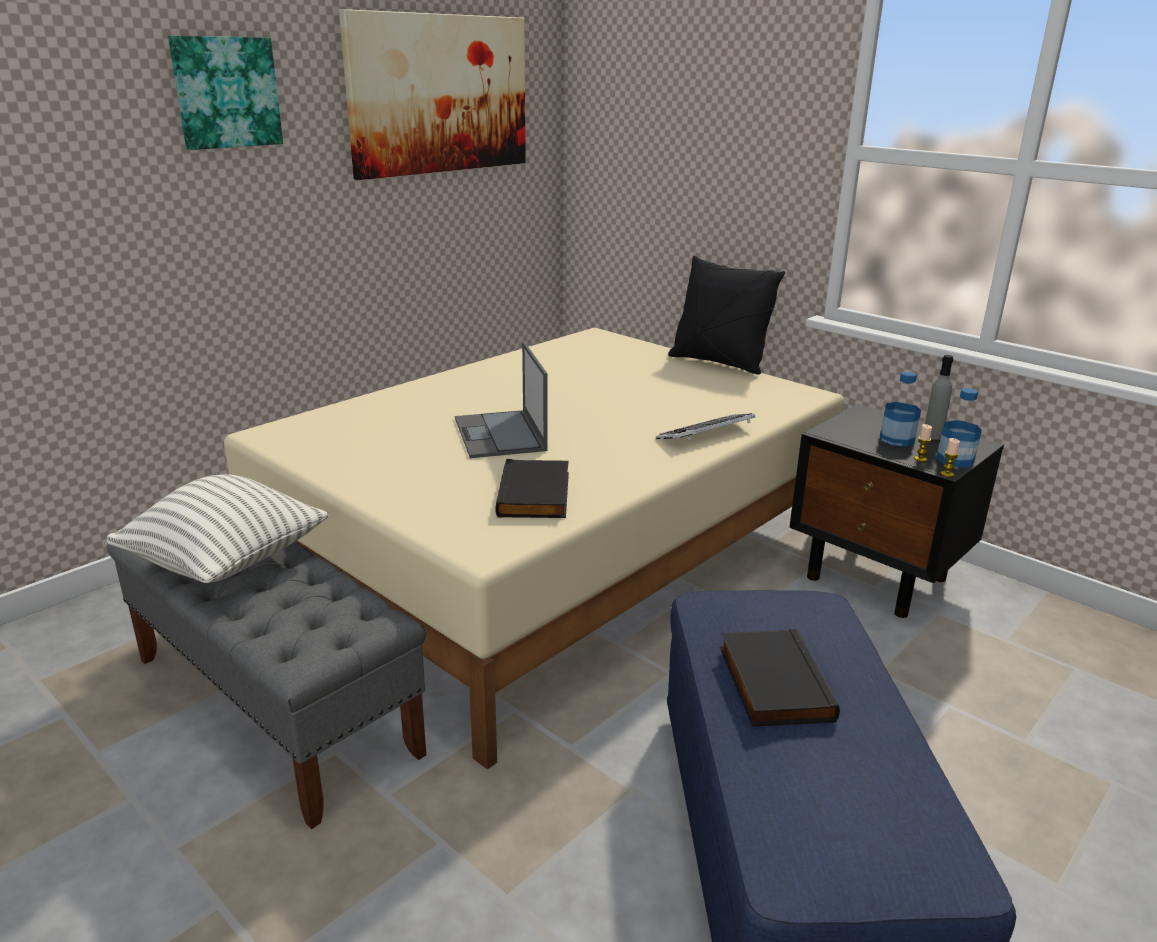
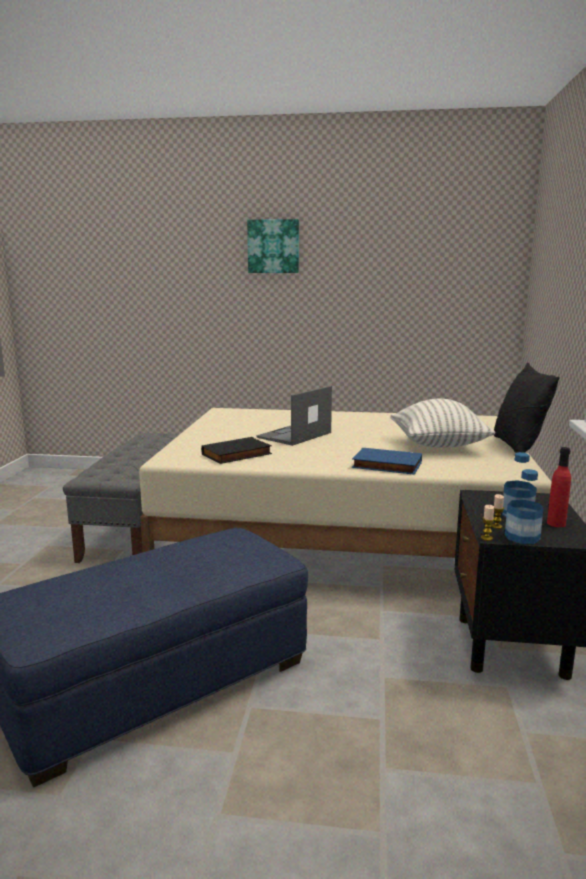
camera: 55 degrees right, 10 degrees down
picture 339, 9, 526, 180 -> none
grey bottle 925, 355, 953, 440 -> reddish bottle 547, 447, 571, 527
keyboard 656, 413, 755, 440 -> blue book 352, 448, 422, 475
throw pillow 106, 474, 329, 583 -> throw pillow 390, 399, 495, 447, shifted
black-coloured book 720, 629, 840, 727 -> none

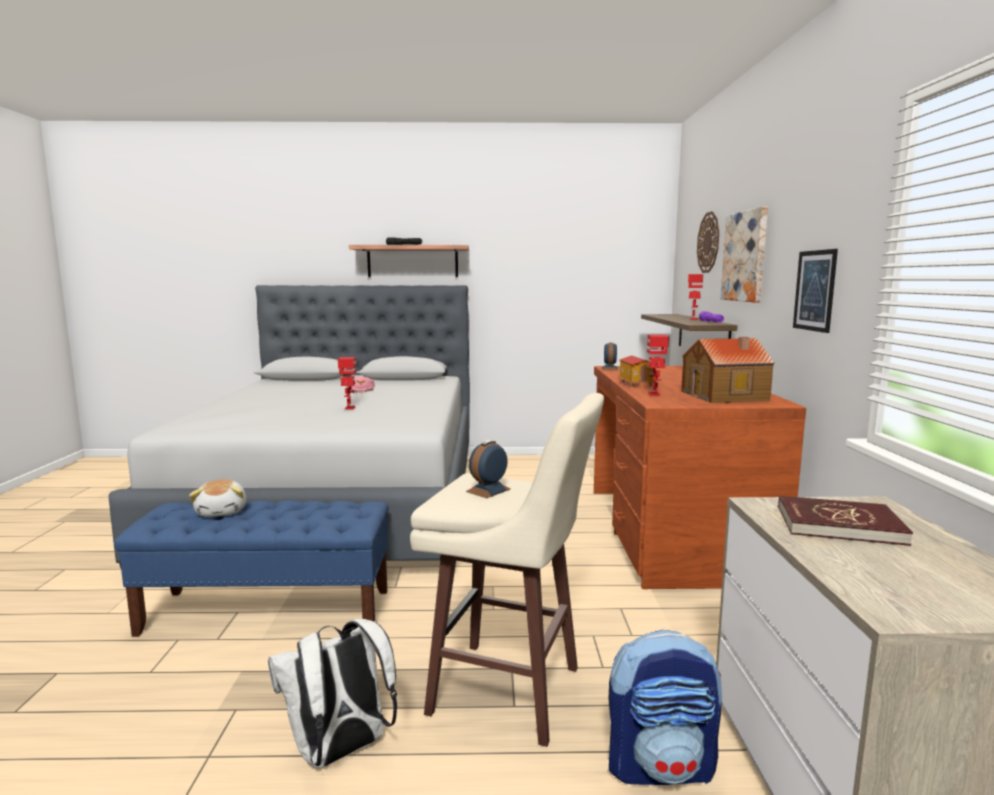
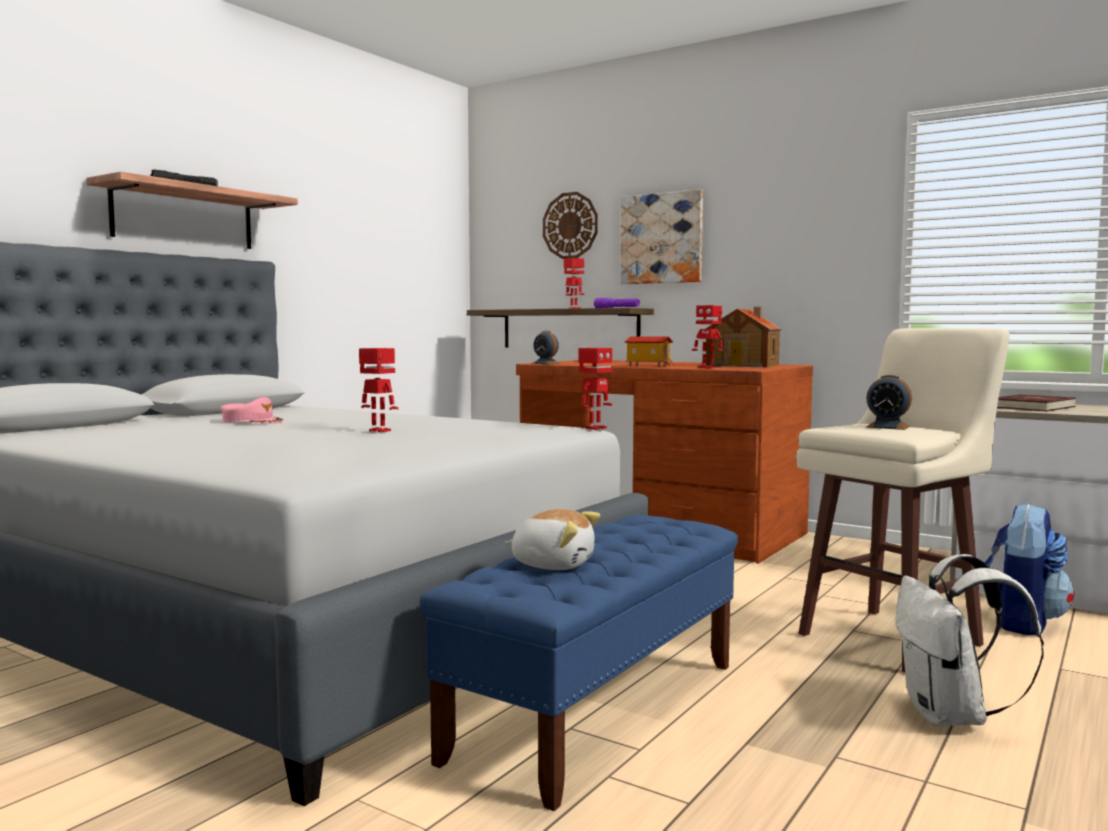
camera: 55 degrees left, 5 degrees down
picture 793, 249, 838, 333 -> none
bedside clock 466, 440, 510, 498 -> bedside clock 866, 375, 912, 430, 45 degrees counterclockwise
none -> model robot 579, 348, 612, 430

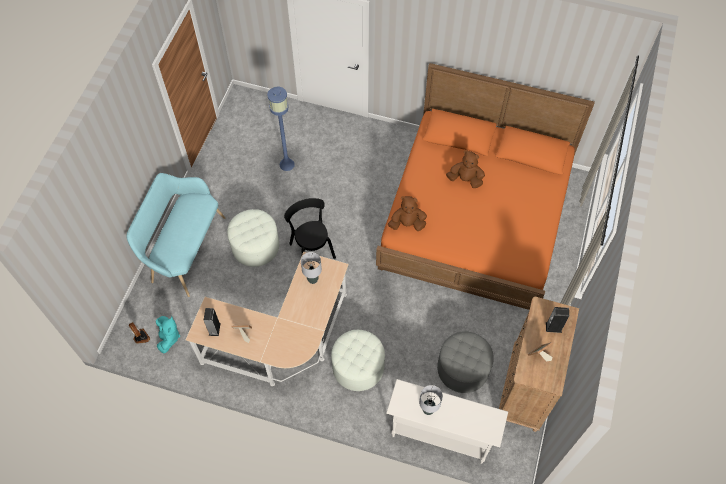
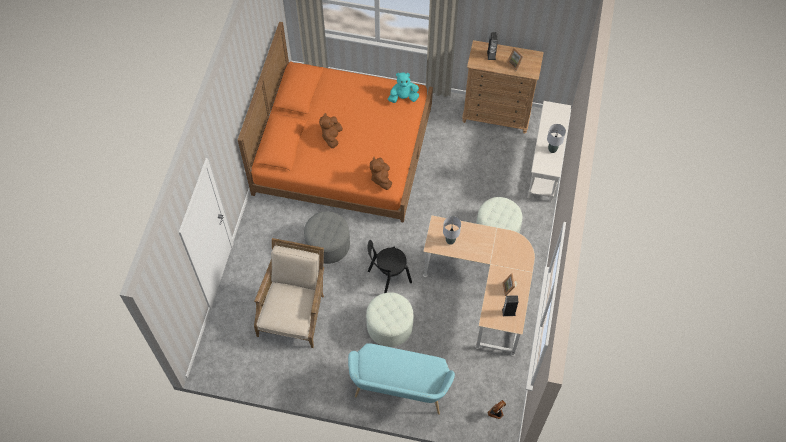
camera: 95 degrees left, 0 degrees up
blue floor lamp 267, 86, 295, 171 -> sand-coloured easy chair 254, 238, 324, 348
turquoise-coloured soft toy 156, 316, 180, 353 -> turquoise-coloured soft toy 388, 72, 419, 103, shifted
grey pouffe 437, 331, 494, 393 -> grey pouffe 304, 211, 350, 264, shifted

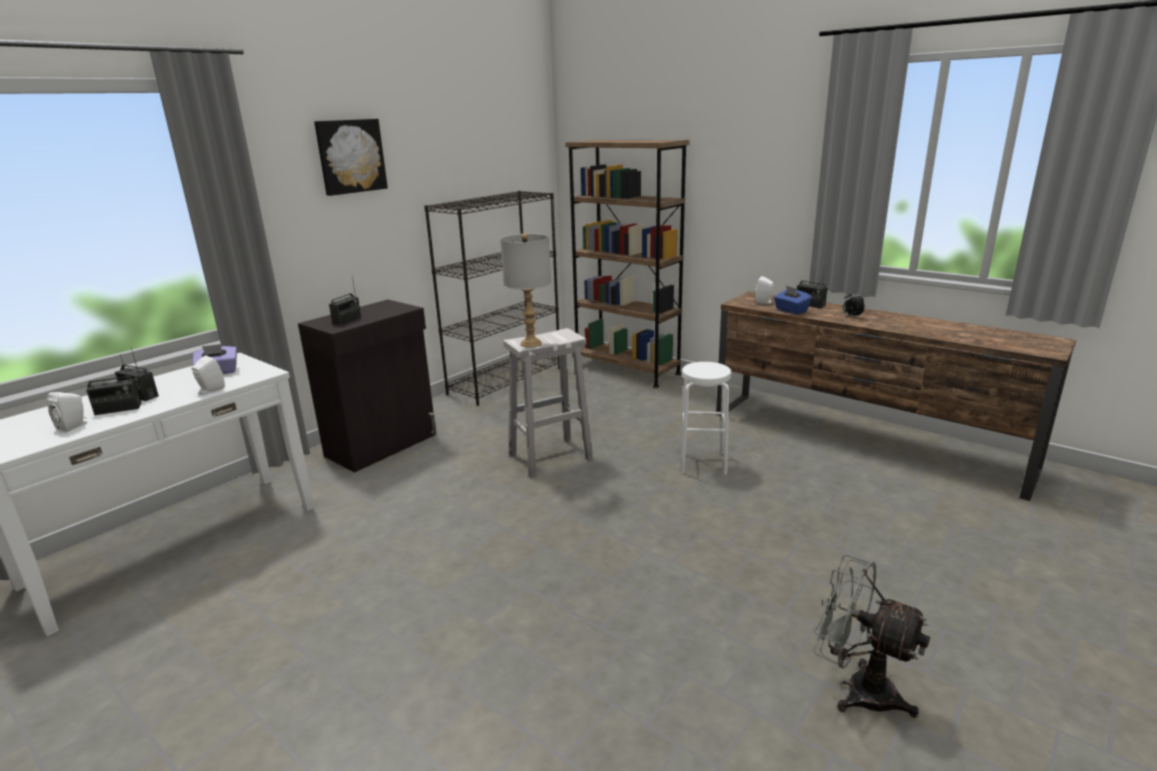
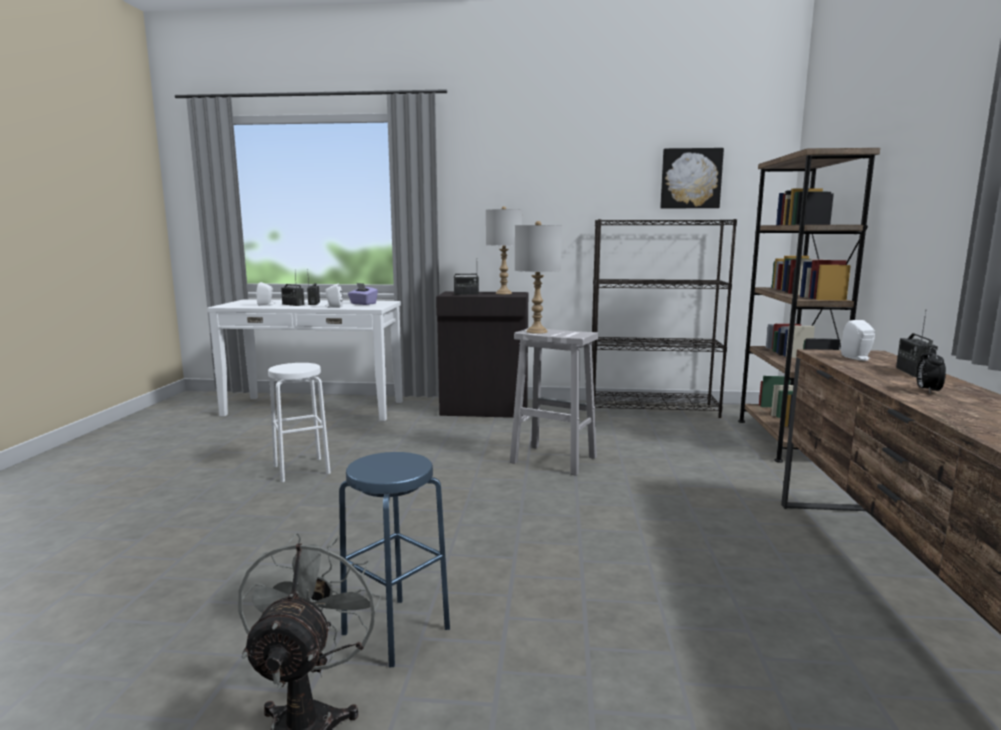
camera: 55 degrees right, 10 degrees down
picture 314, 119, 388, 196 -> picture 660, 148, 724, 208, shifted
blue tissue box 774, 286, 812, 314 -> none
whitish stool seat 679, 362, 731, 475 -> whitish stool seat 268, 363, 331, 482, shifted
none -> grey table lamp 486, 206, 522, 294
none -> blue stool seat 339, 452, 450, 667

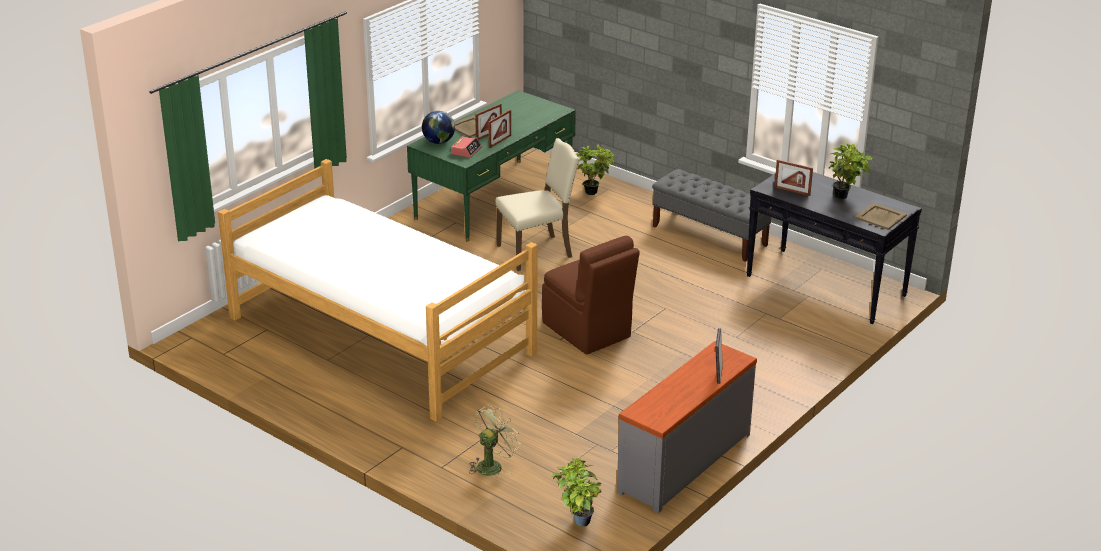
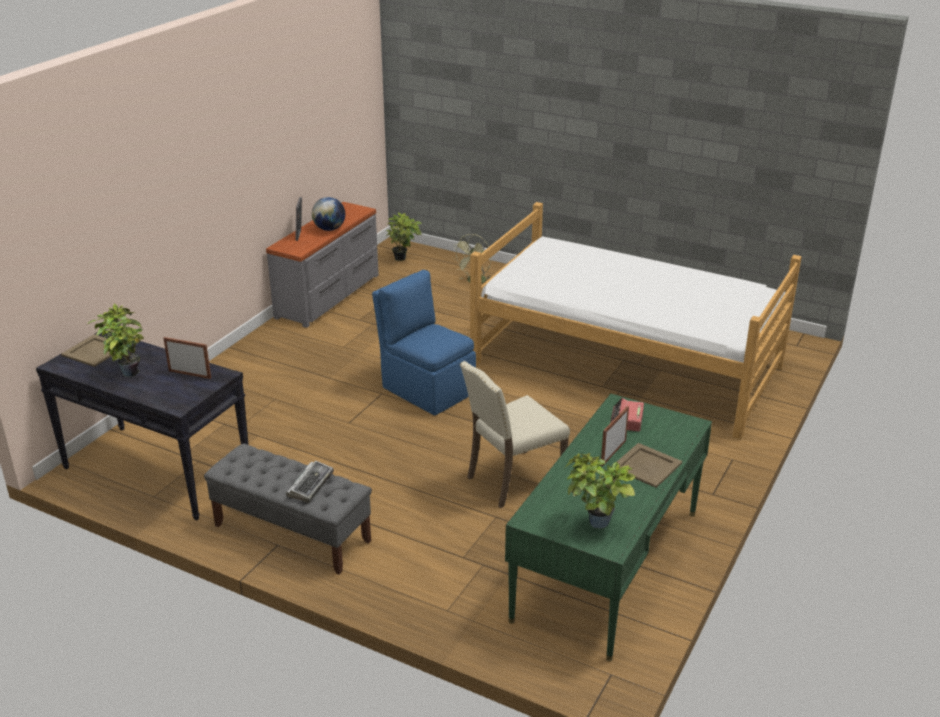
camera: 170 degrees right, 0 degrees up
picture frame 488, 110, 511, 148 -> none
globe 422, 111, 455, 144 -> globe 312, 197, 345, 231, shifted
houseplant 576, 144, 615, 195 -> houseplant 564, 453, 635, 529, shifted
brown-coloured upright chair 542, 236, 640, 355 -> blue upright chair 372, 270, 476, 415
none -> keyboard 286, 461, 334, 503

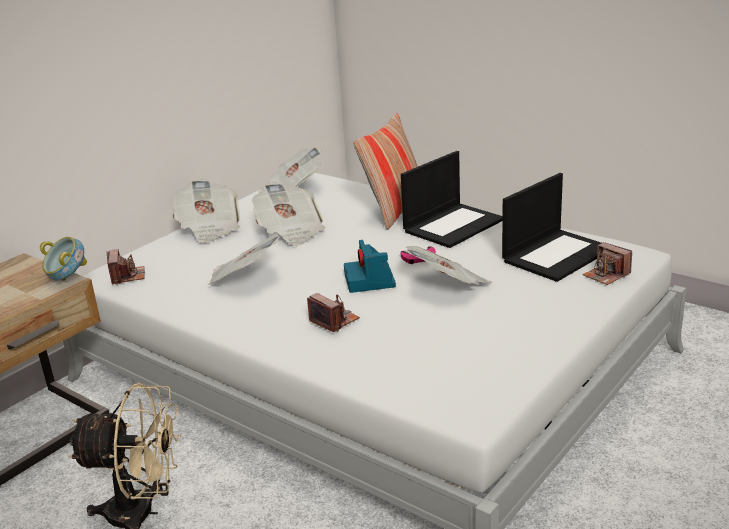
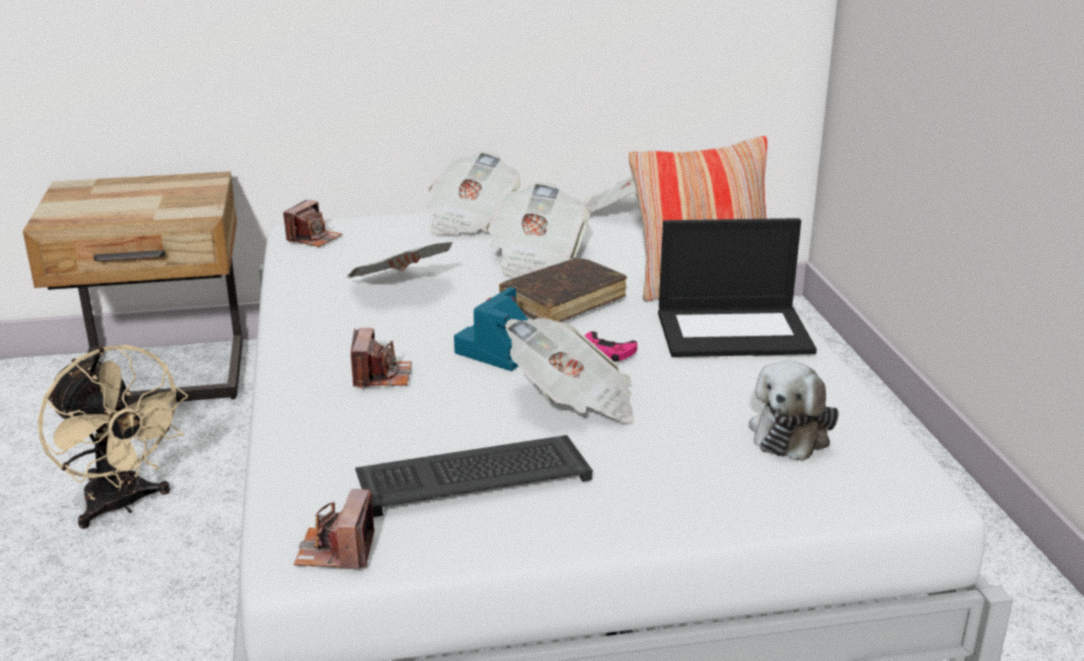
camera: 40 degrees right, 0 degrees up
laptop 502, 173, 601, 282 -> soft toy 748, 361, 839, 461
serving bowl 40, 237, 87, 281 -> none
photo camera 582, 242, 632, 285 -> photo camera 294, 489, 374, 569, shifted
none -> brown-coloured book 499, 258, 627, 322
none -> keyboard 355, 435, 593, 517

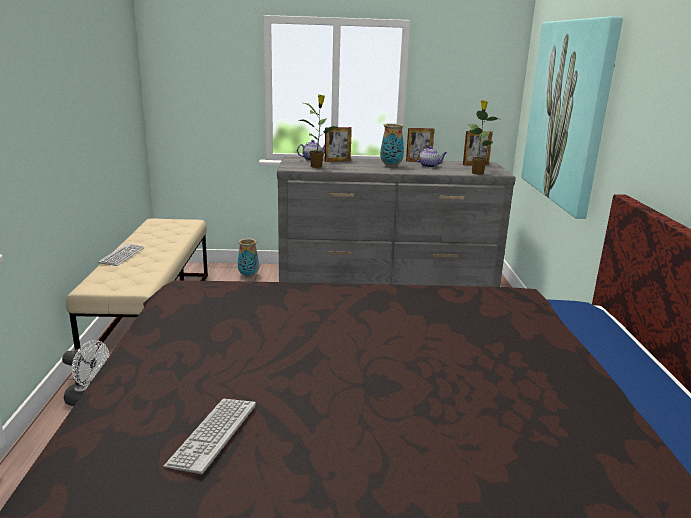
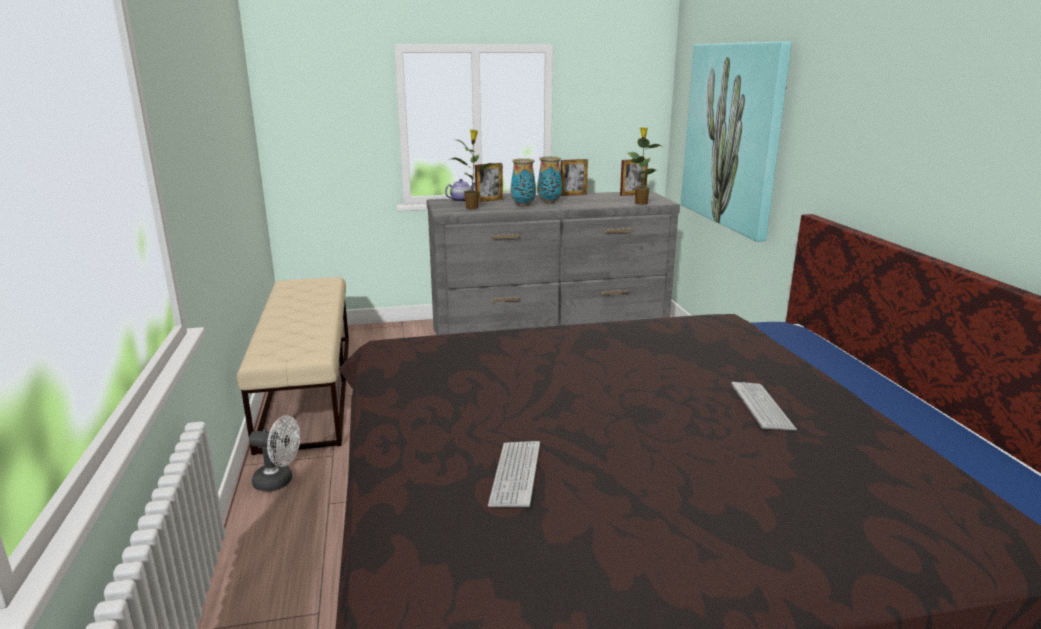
camera: 10 degrees left, 0 degrees up
pot for tea 413, 146, 447, 168 -> none
decorative vase 238, 238, 259, 278 -> decorative vase 510, 158, 536, 206, shifted
keyboard 98, 244, 144, 266 -> keyboard 731, 382, 797, 430, shifted

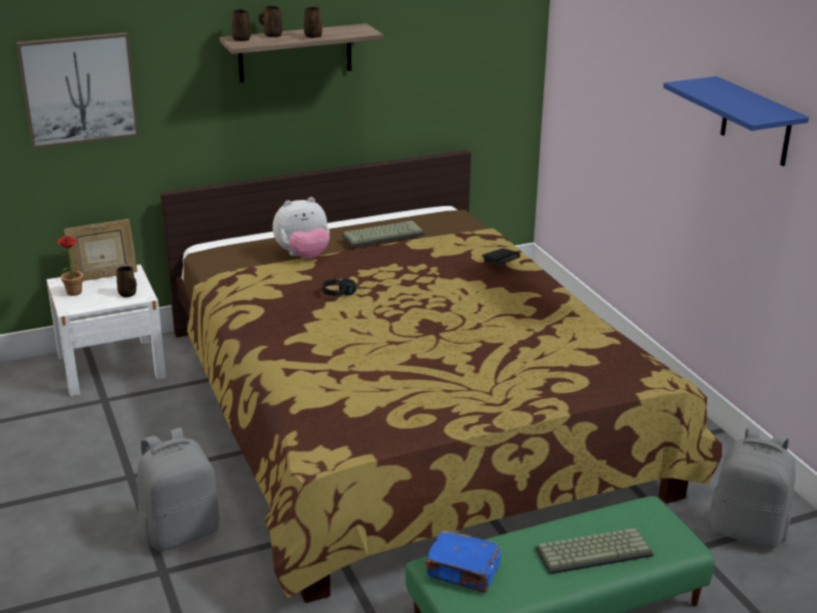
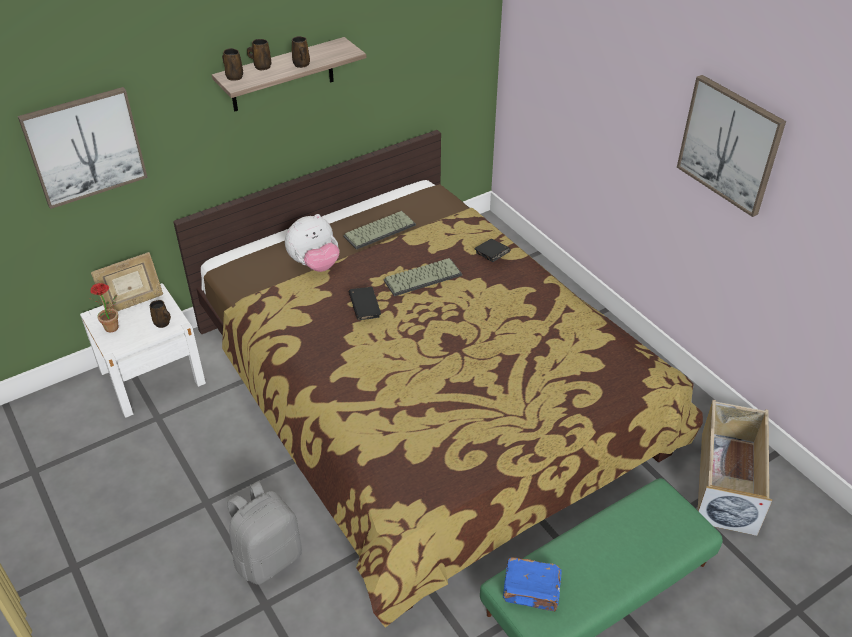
camera: 10 degrees left, 15 degrees up
blue shelf 663, 76, 809, 166 -> picture 677, 75, 786, 217
black-coloured headset 322, 278, 365, 296 -> black-coloured book 349, 287, 381, 320
grey rucksack 709, 427, 796, 549 -> sand-coloured storage container 698, 400, 772, 536
keyboard 536, 528, 654, 575 -> keyboard 383, 258, 462, 296, shifted

